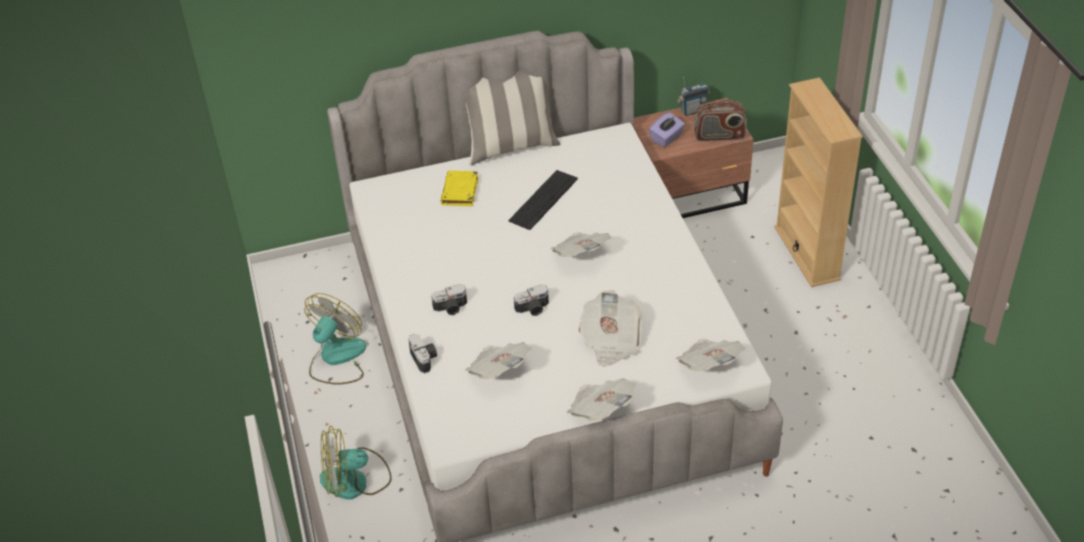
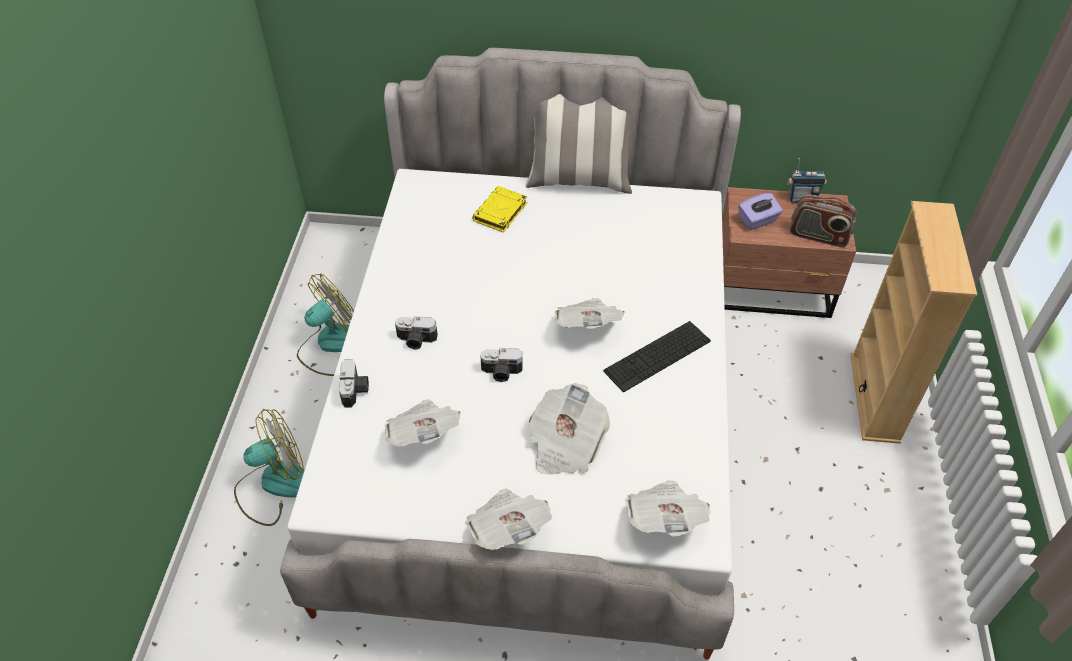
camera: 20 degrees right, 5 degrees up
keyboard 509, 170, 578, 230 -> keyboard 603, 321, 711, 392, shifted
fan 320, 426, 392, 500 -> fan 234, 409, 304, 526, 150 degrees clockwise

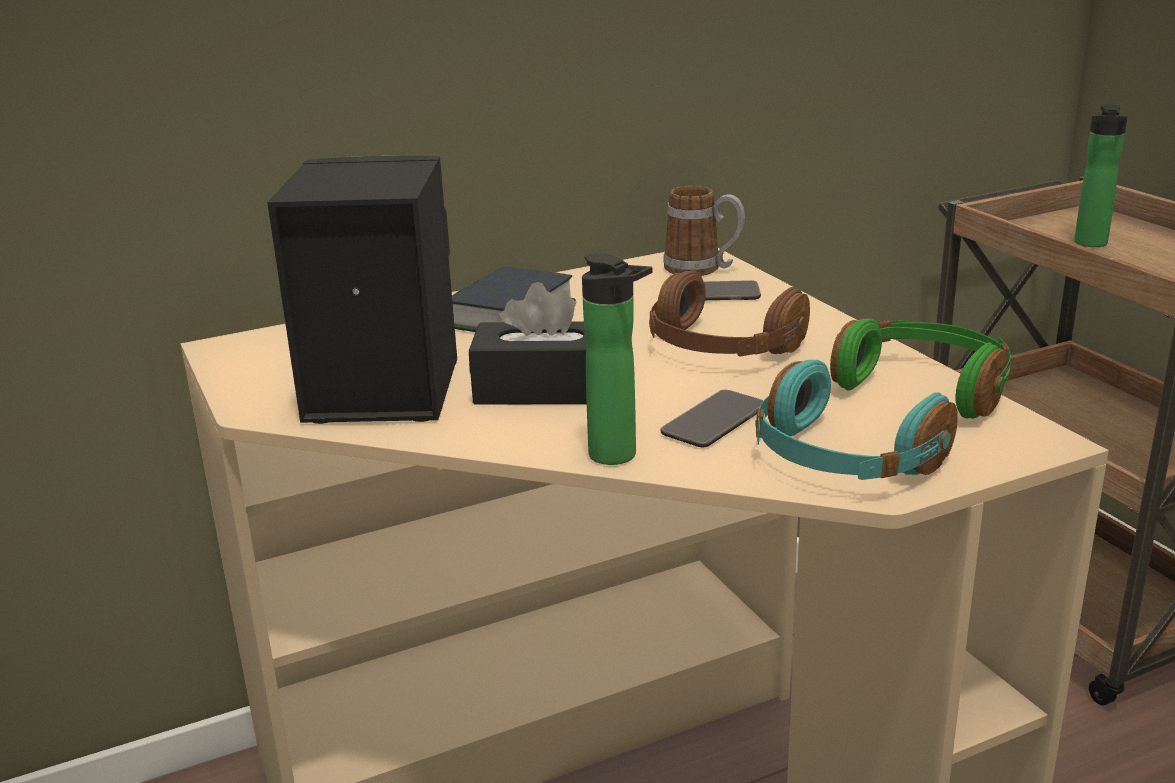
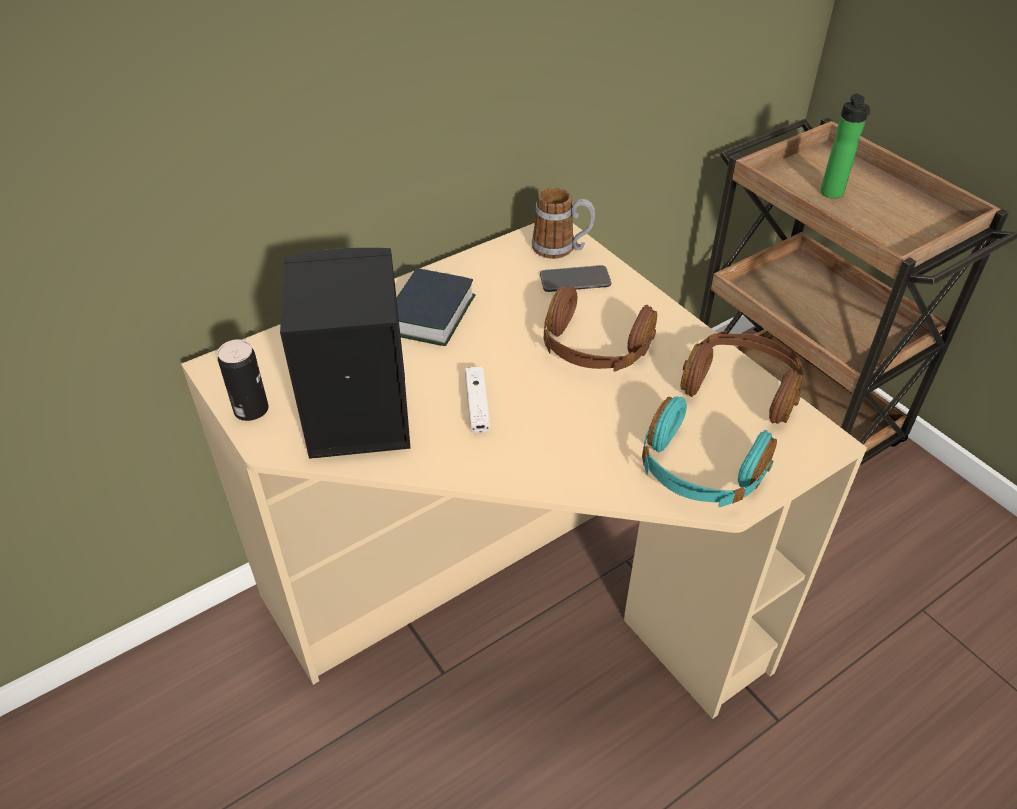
camera: 10 degrees left, 20 degrees up
bottle 582, 254, 653, 465 -> none
black-coloured tissue box 469, 282, 587, 405 -> whitish game controller 465, 367, 490, 433
green headset 830, 319, 1011, 418 -> brown-coloured headset 681, 331, 803, 424
telephone 660, 390, 764, 447 -> none
none -> can 217, 339, 268, 421

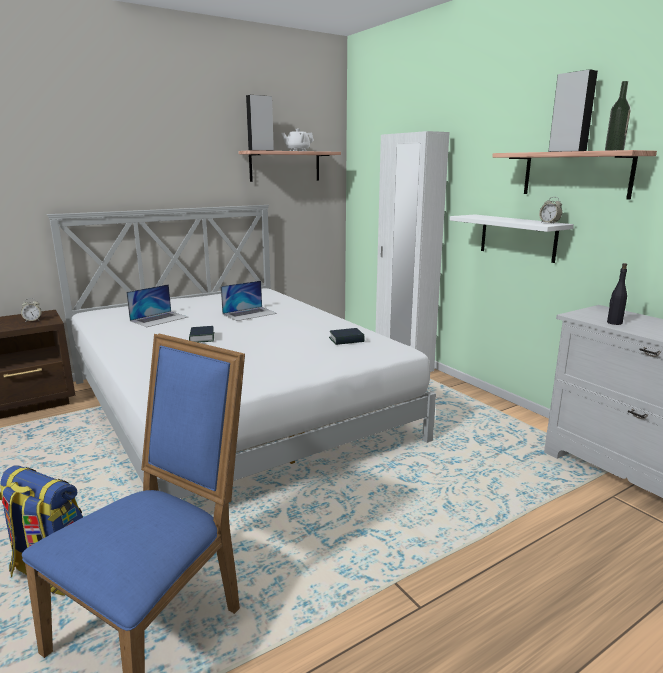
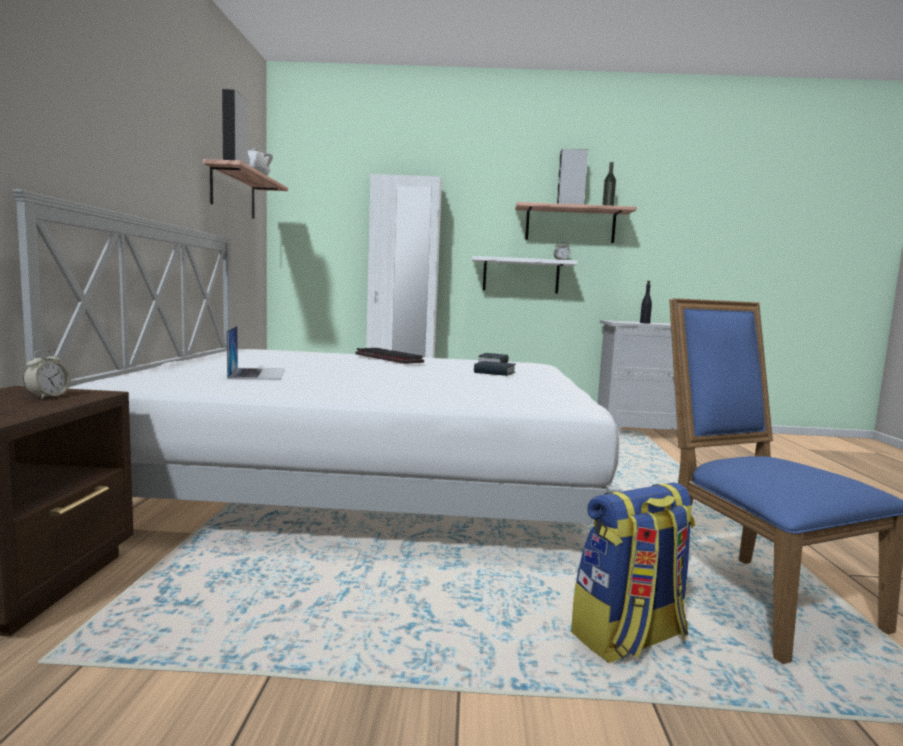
camera: 55 degrees left, 10 degrees down
laptop 221, 280, 277, 321 -> none
book 189, 326, 214, 343 -> book 474, 361, 516, 376, shifted
none -> keyboard 355, 348, 424, 364

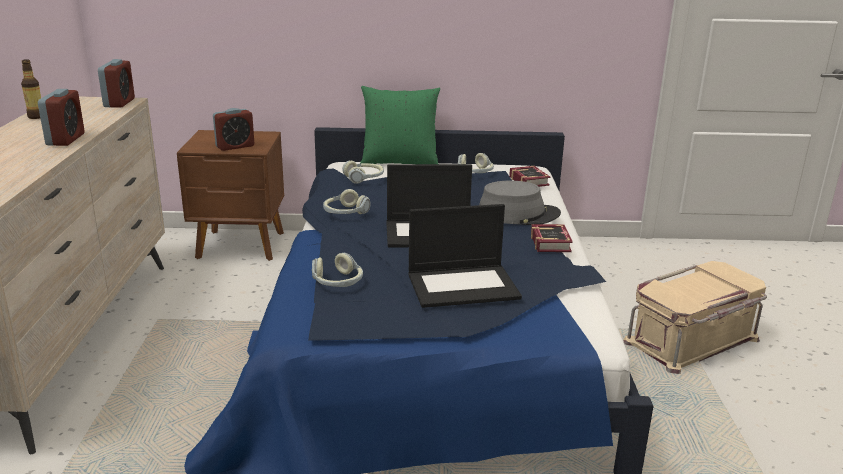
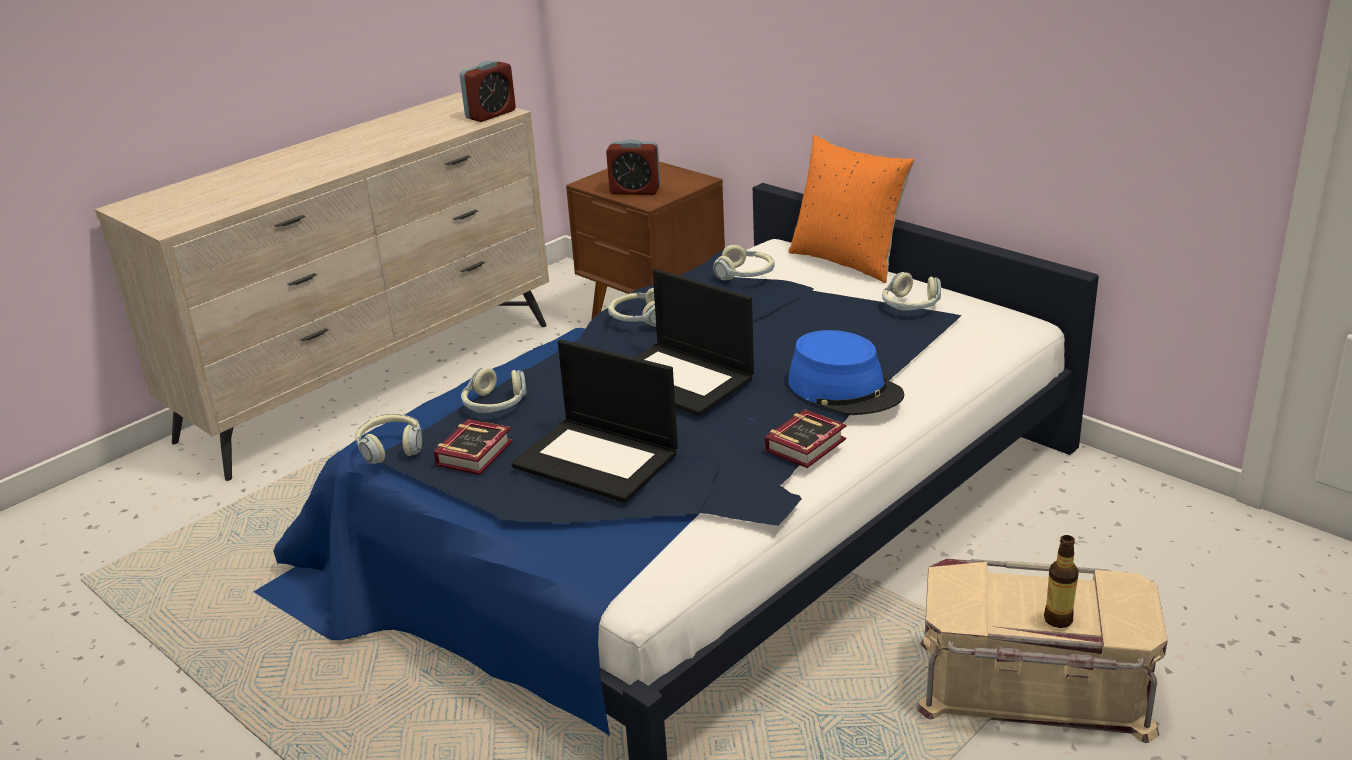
camera: 45 degrees right, 5 degrees up
bottle 21, 59, 41, 119 -> bottle 1044, 535, 1078, 628, shifted
green throw pillow 360, 86, 440, 164 -> orange throw pillow 788, 135, 914, 283
bedside clock 38, 89, 85, 146 -> none
book 509, 166, 550, 187 -> book 433, 419, 513, 475, shifted
grey hat 479, 181, 561, 225 -> blue hat 788, 330, 904, 415
none -> headset 355, 414, 422, 464

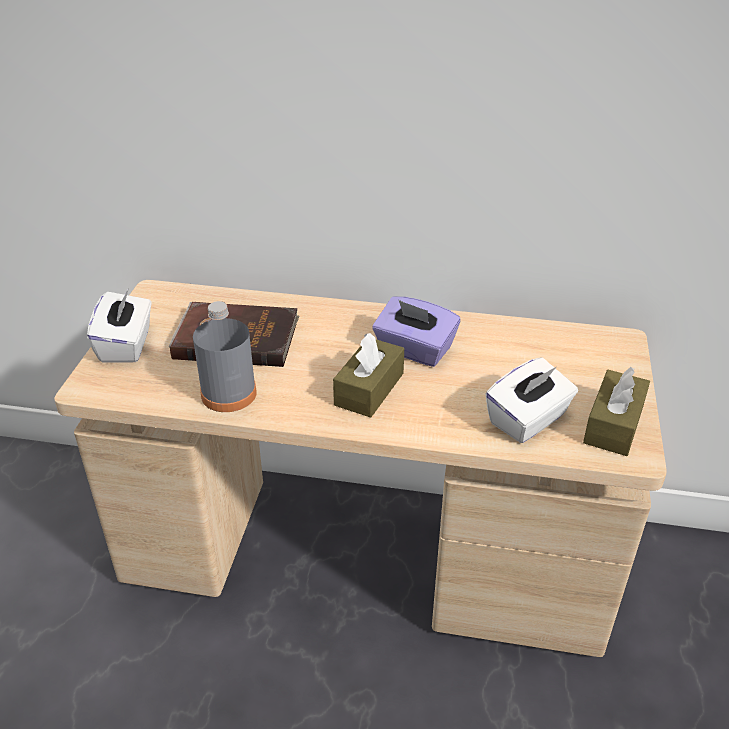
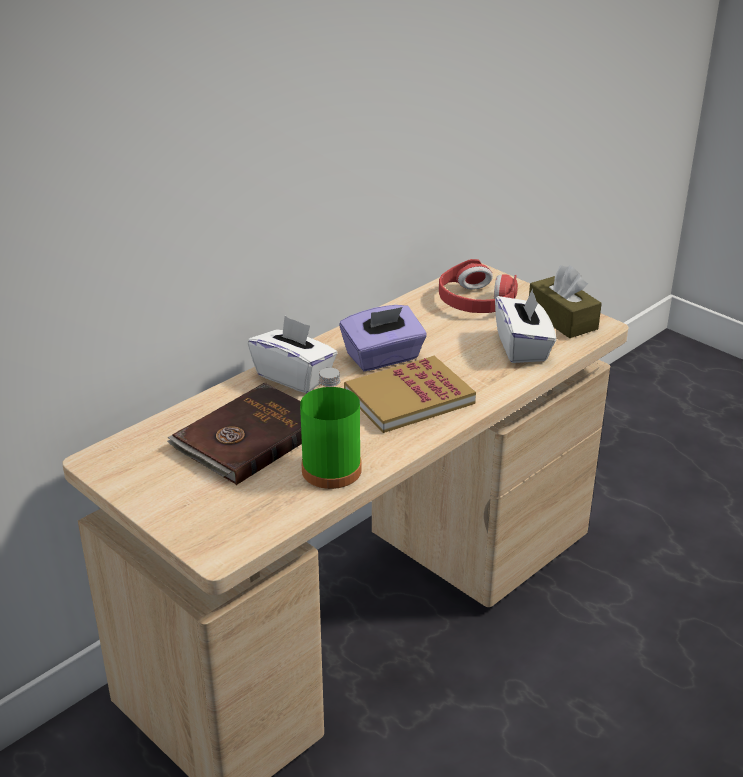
camera: 55 degrees left, 5 degrees down
whitish tissue box 87, 288, 152, 363 -> whitish tissue box 248, 316, 337, 393, shifted
grey bottle 193, 301, 257, 412 -> green bottle 300, 368, 362, 489
brown-coloured tissue box 333, 333, 404, 418 -> book 344, 356, 476, 433
none -> reddish headset 439, 259, 518, 313

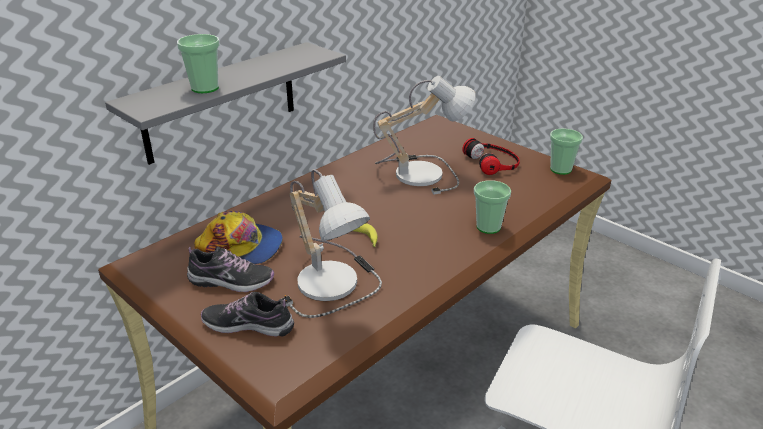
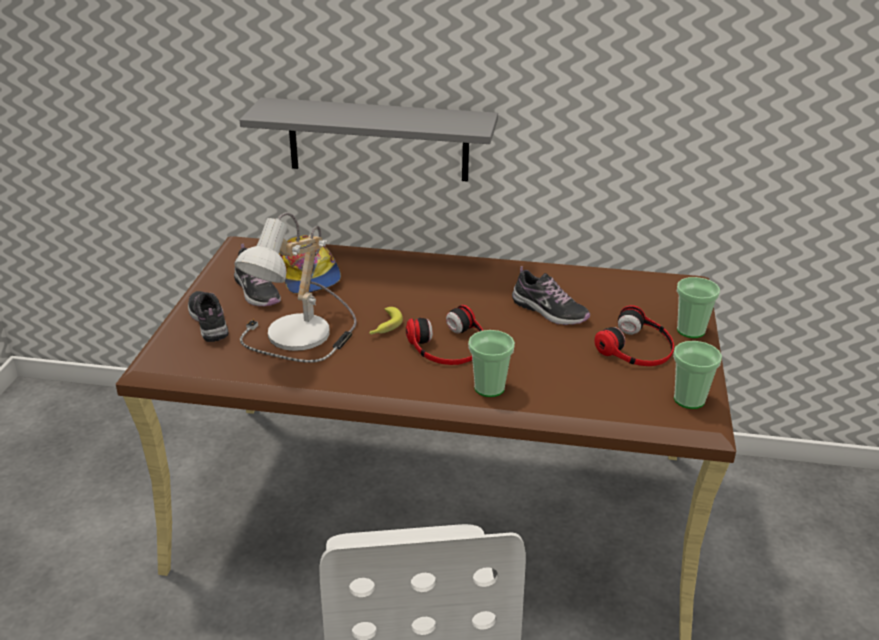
camera: 55 degrees right, 0 degrees up
cup 177, 34, 220, 93 -> cup 677, 277, 720, 338, shifted
table lamp 373, 76, 476, 194 -> shoe 512, 266, 590, 325
none -> headset 406, 305, 483, 365

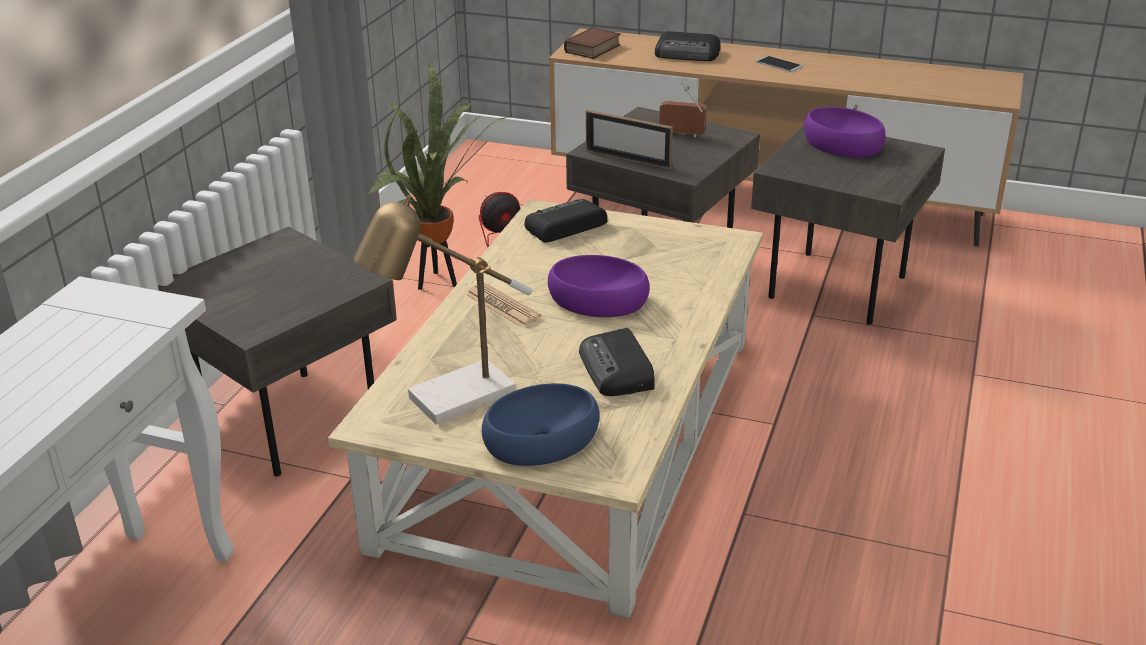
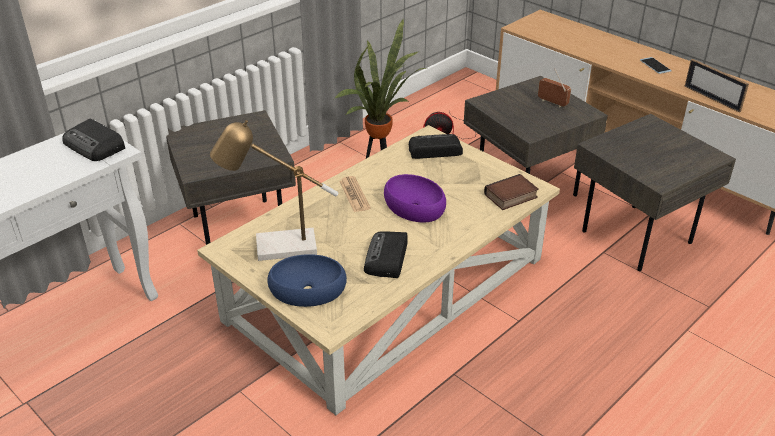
camera: 25 degrees right, 5 degrees up
book 564, 27, 620, 59 -> book 484, 174, 539, 210, shifted
radio 655, 31, 721, 61 -> radio 62, 119, 125, 161, shifted
purple-coloured serving bowl 804, 107, 886, 158 -> none
picture frame 586, 110, 673, 169 -> picture frame 684, 59, 749, 113, shifted

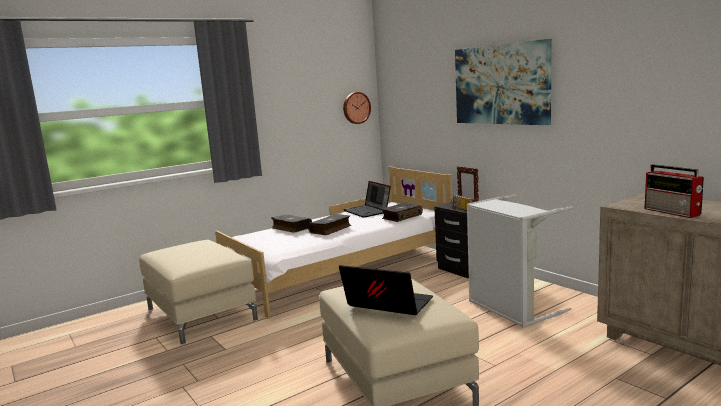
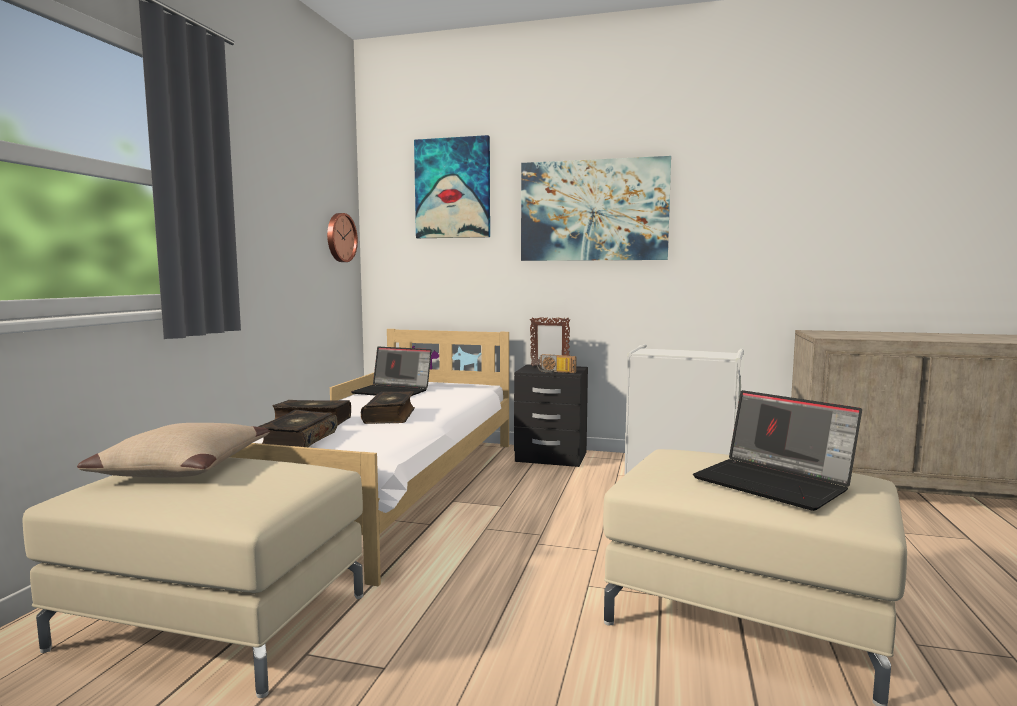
camera: 40 degrees left, 5 degrees down
radio 645, 164, 704, 218 -> none
book 382, 202, 423, 222 -> book 258, 410, 338, 447, shifted
laptop 339, 265, 433, 315 -> laptop 693, 390, 862, 511, 120 degrees counterclockwise
none -> picture 414, 135, 490, 238
none -> sand-coloured throw pillow 77, 423, 270, 477

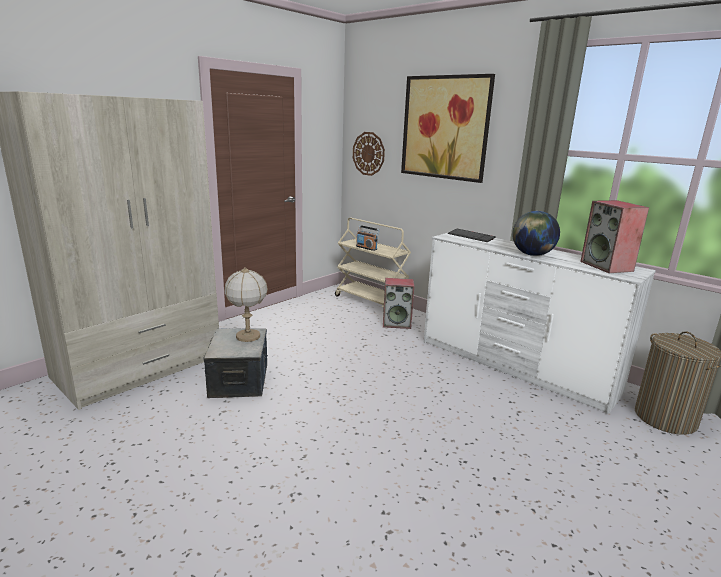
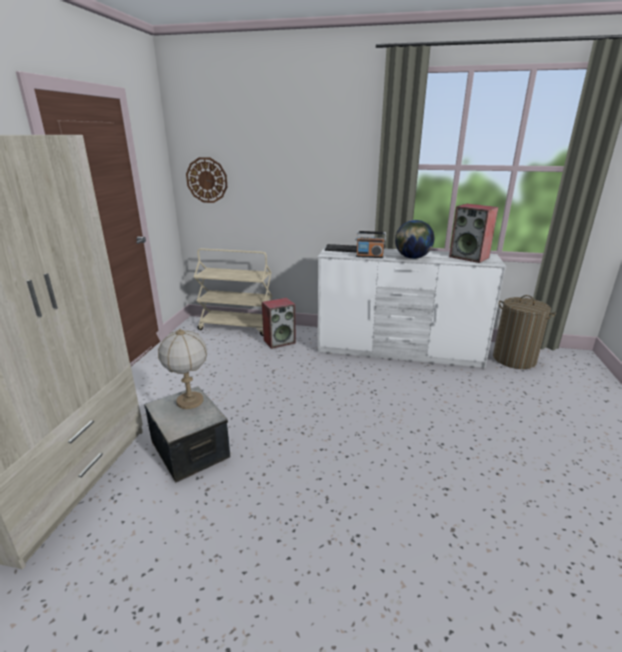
camera: 30 degrees left, 5 degrees up
picture 401, 74, 495, 183 -> none
radio 356, 225, 380, 251 -> radio 356, 231, 386, 258, shifted

